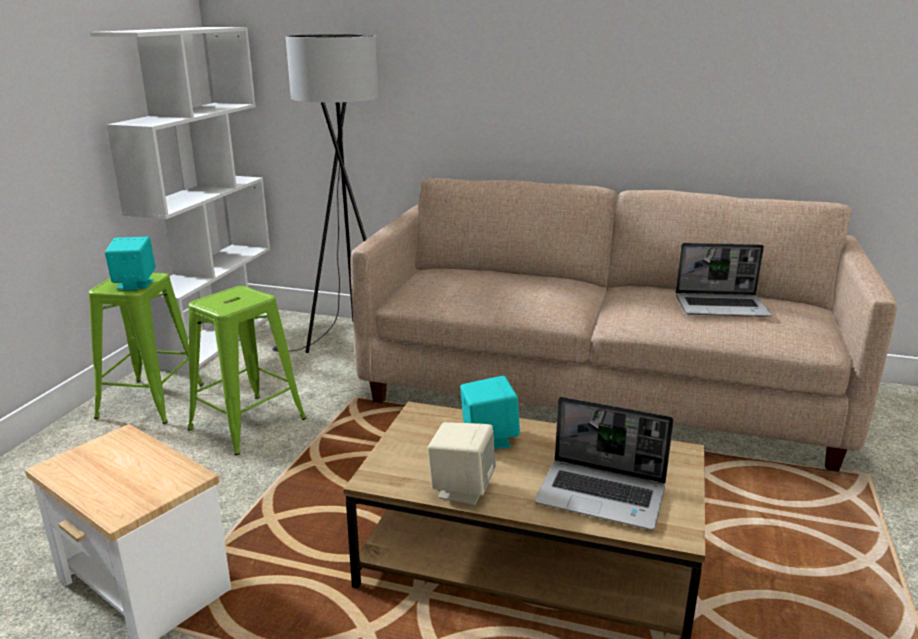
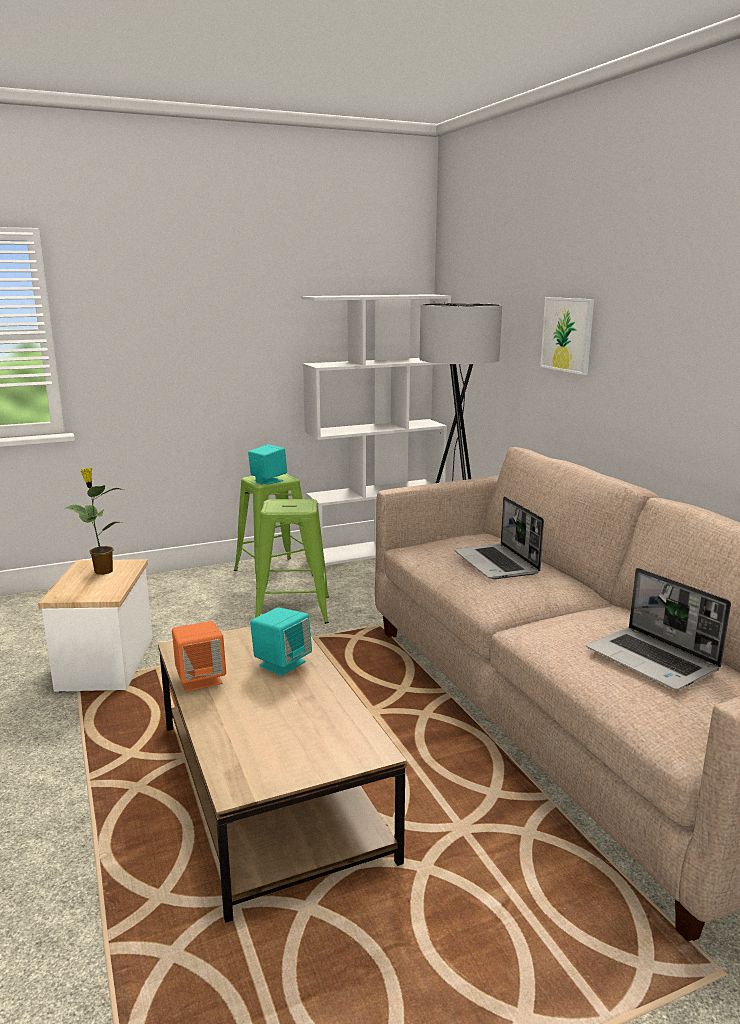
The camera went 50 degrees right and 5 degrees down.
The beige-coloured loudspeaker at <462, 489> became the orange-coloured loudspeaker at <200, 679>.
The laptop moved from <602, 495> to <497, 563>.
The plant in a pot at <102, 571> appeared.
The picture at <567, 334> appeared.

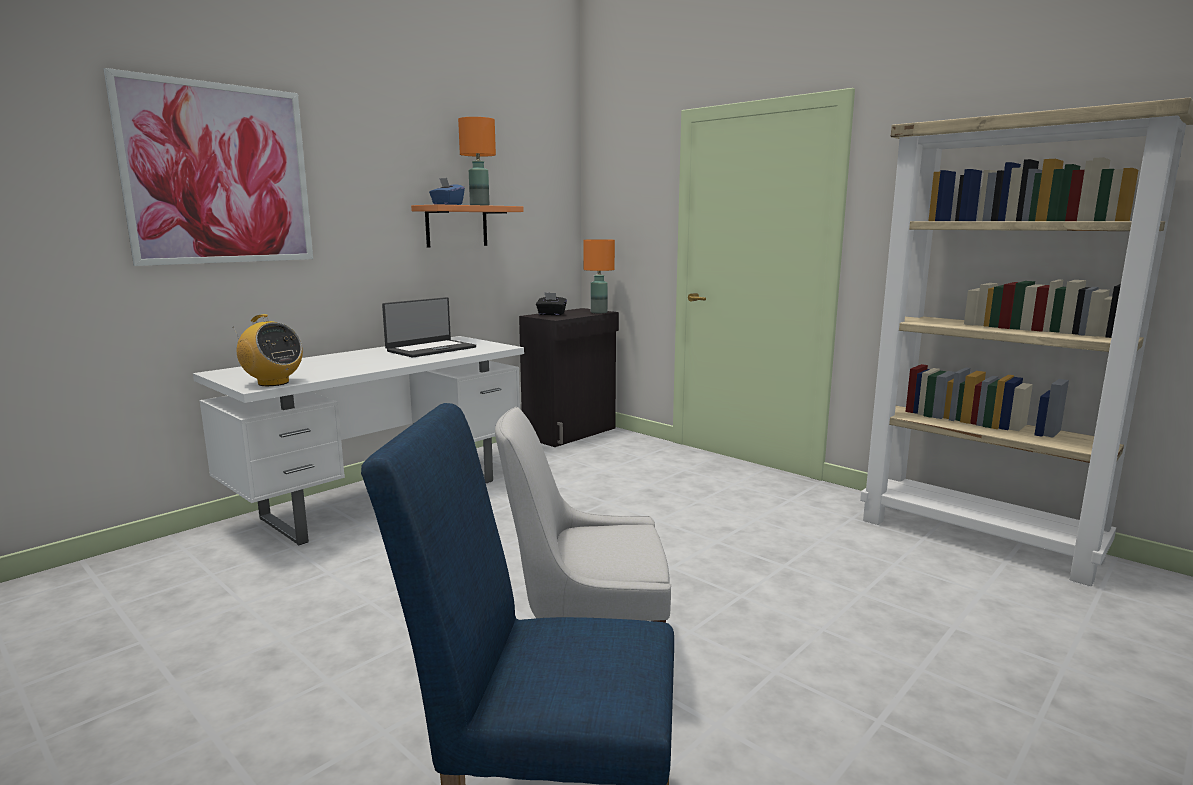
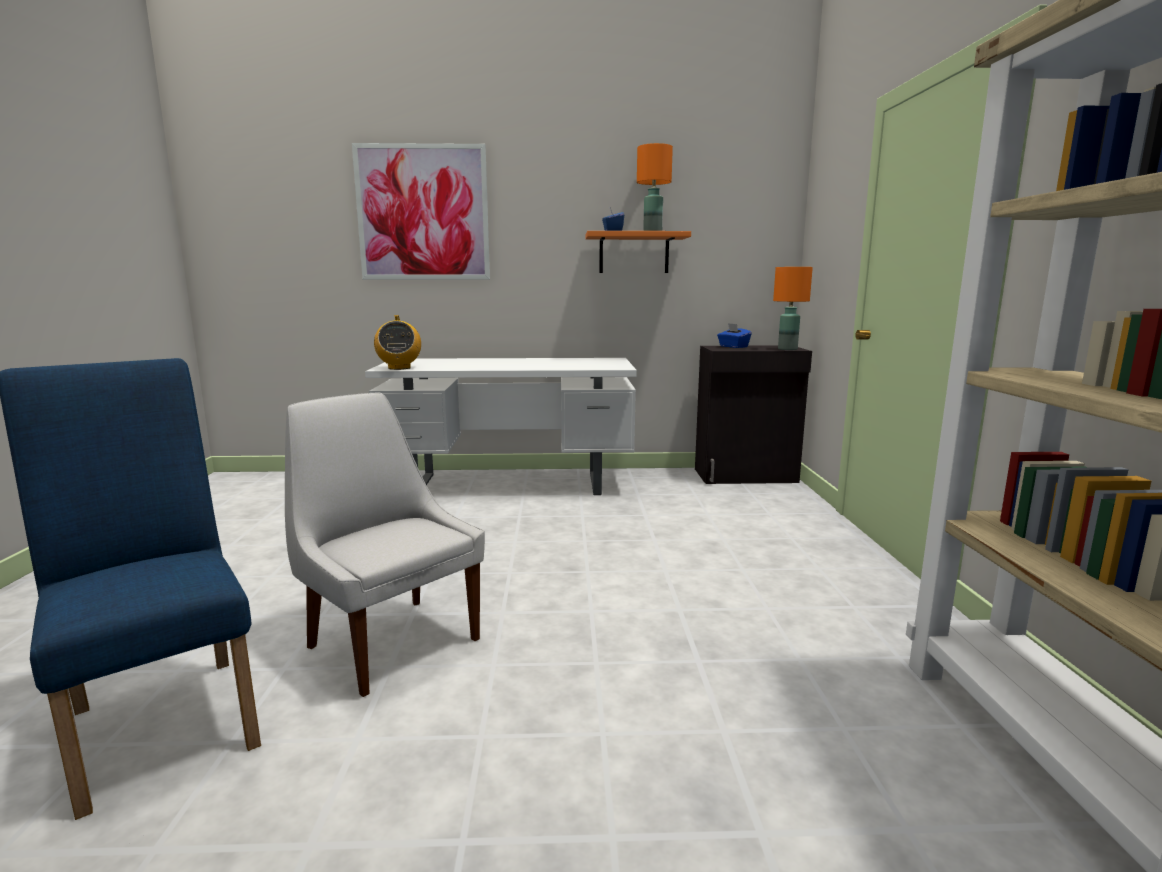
The camera went 45 degrees right and 0 degrees up.
The laptop at <430, 349> disappeared.
The black-coloured box of tissues at <551, 314> became the bluish box of tissues at <733, 347>.

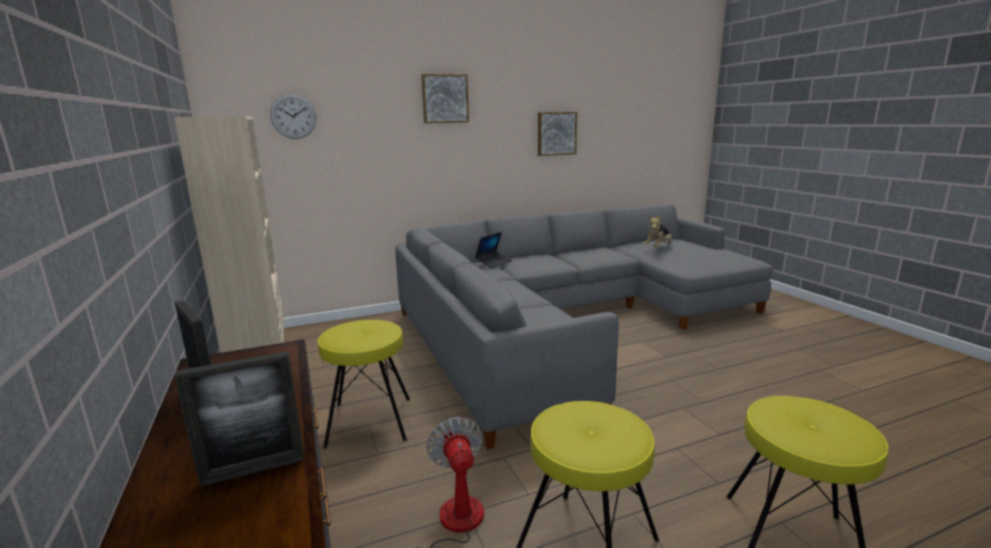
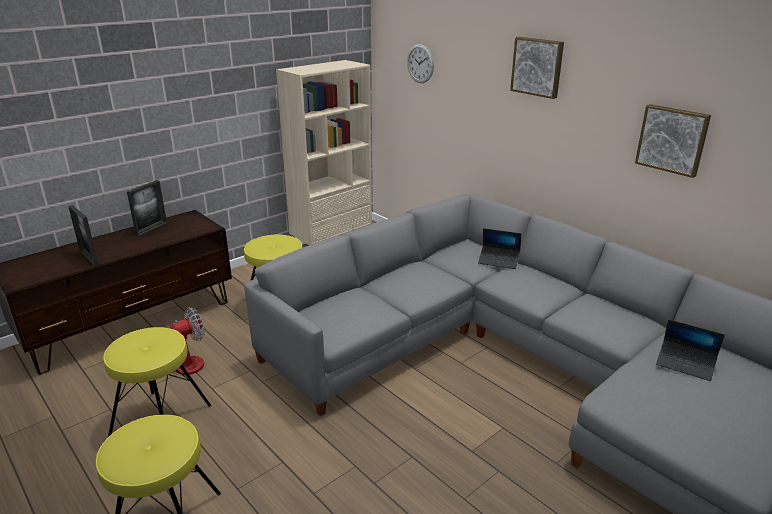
The camera went 70 degrees right and 10 degrees up.
The cuddly toy at <658, 248> was replaced by the laptop at <685, 364>.

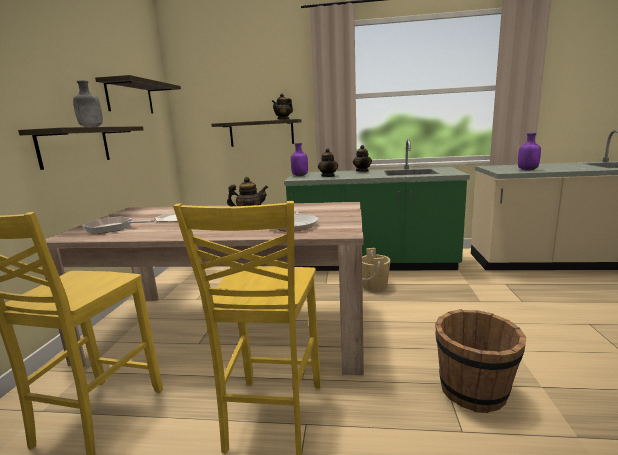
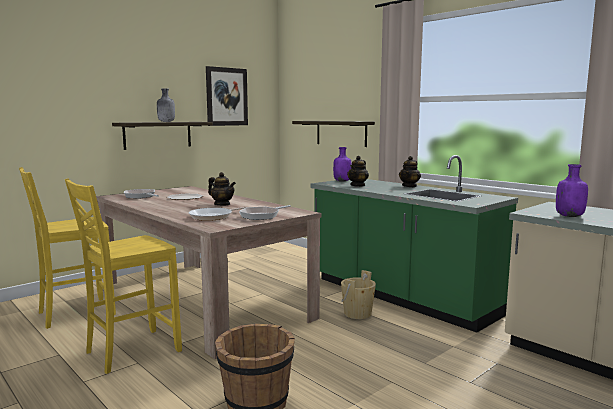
The camera went 40 degrees right and 5 degrees down.
The shelf at <130, 98> was replaced by the picture at <226, 96>.
The pot for tea at <283, 119> disappeared.
The skillet at <262, 216> appeared.

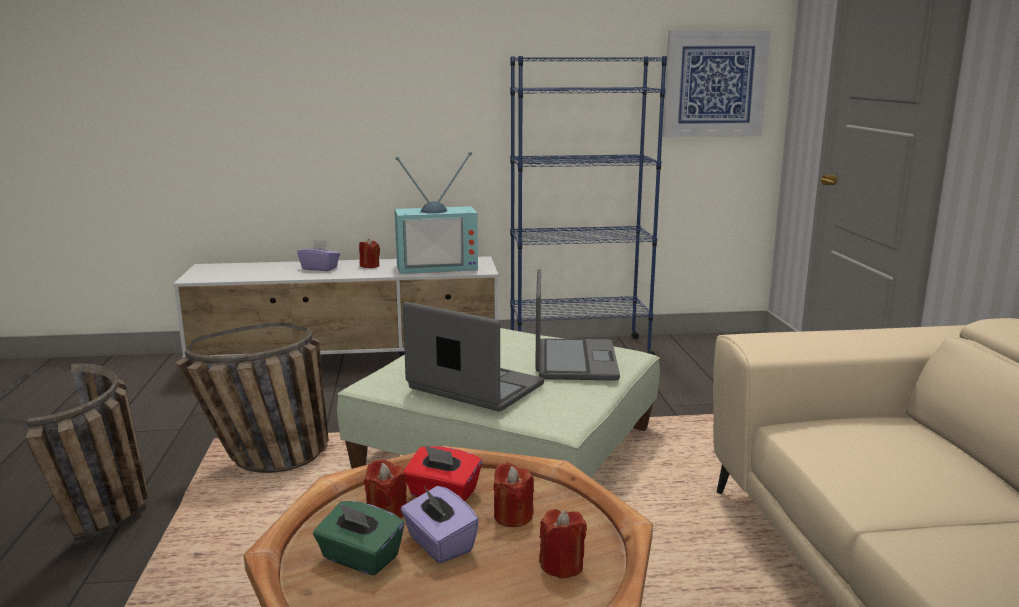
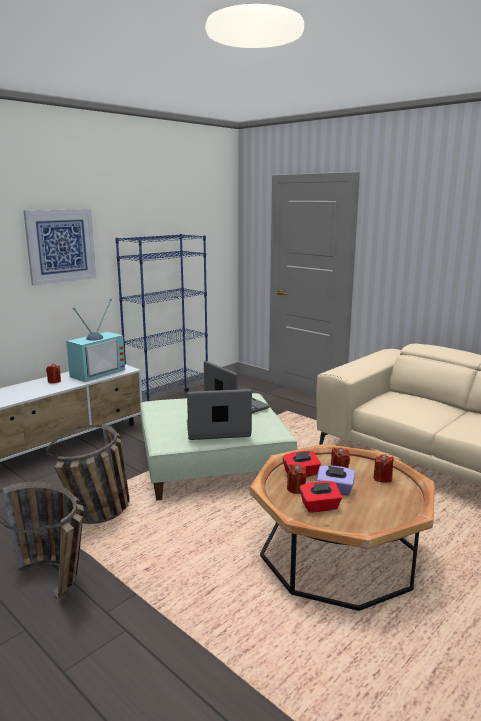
The camera went 40 degrees left and 0 degrees up.
The purplish box of tissues at <320, 268> disappeared.
The greenish box of tissues at <360, 558> became the reddish box of tissues at <320, 507>.
The picture moved from <715, 84> to <61, 246>.

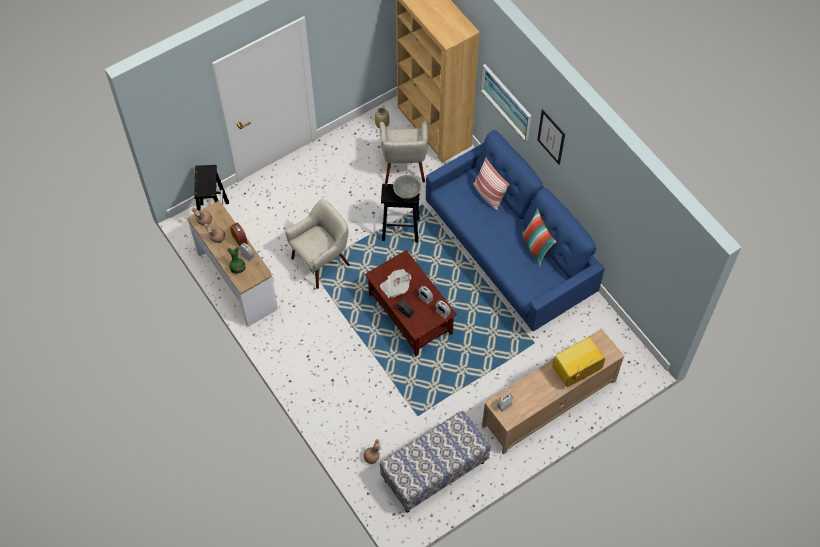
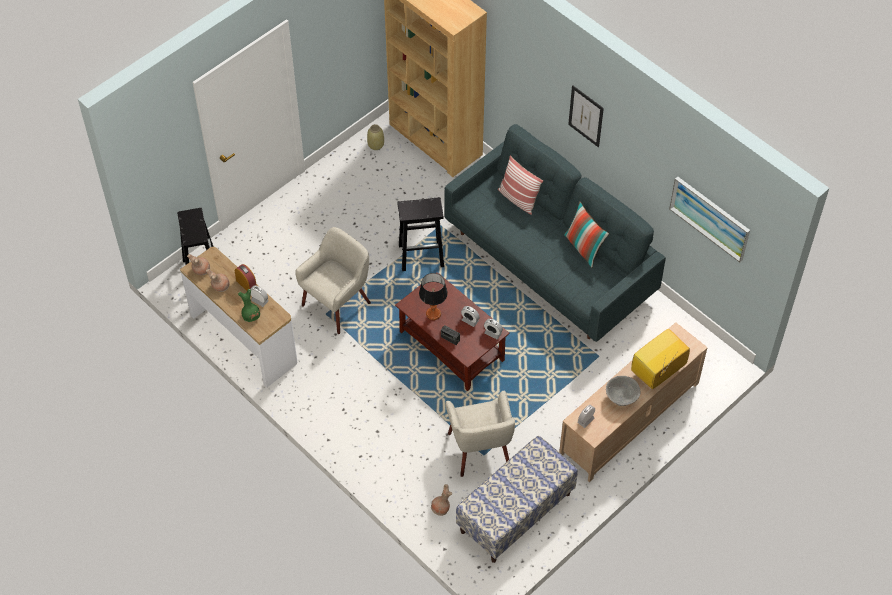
The camera went 10 degrees left and 5 degrees down.
The beige-coloured armchair moved from <404, 166> to <480, 450>.
The daily paper at <395, 287> was replaced by the tabletop lamp at <433, 314>.
The gray bowl moved from <407, 193> to <621, 398>.
The bluish sofa at <509, 252> became the gray sofa at <550, 263>.
The picture moved from <506, 101> to <710, 218>.

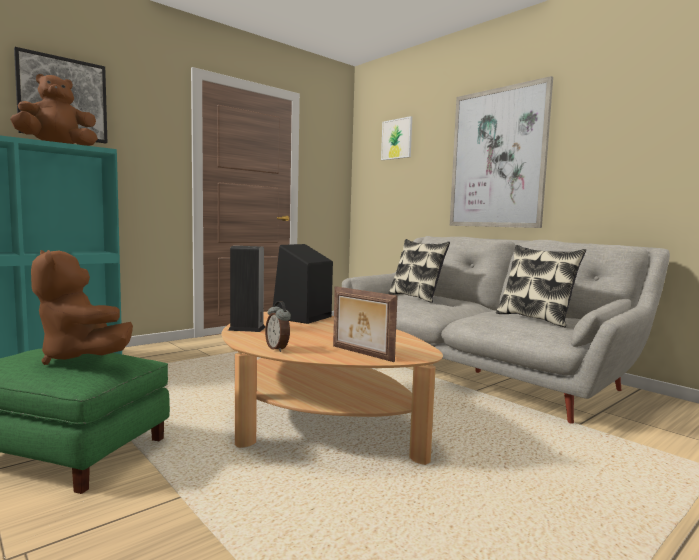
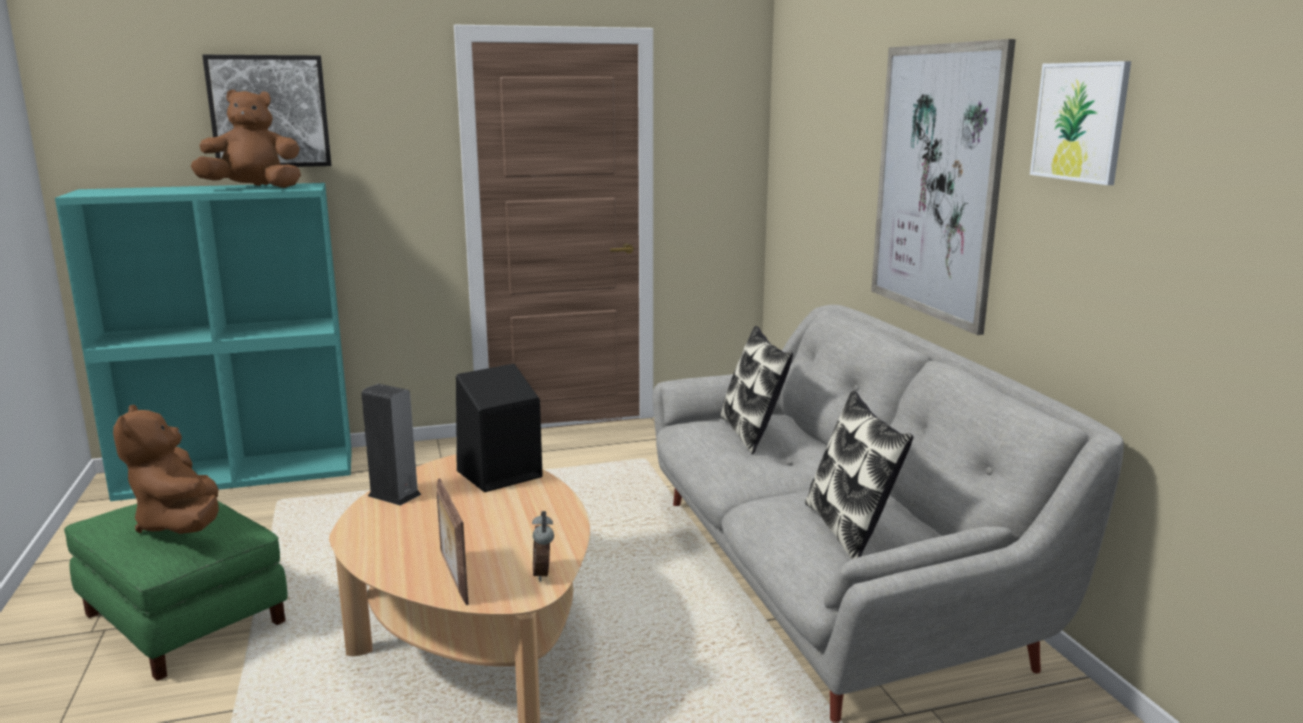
The camera went 25 degrees right and 10 degrees up.
The bedside clock moved from <278, 349> to <543, 573>.
The picture moved from <397, 139> to <1079, 122>.

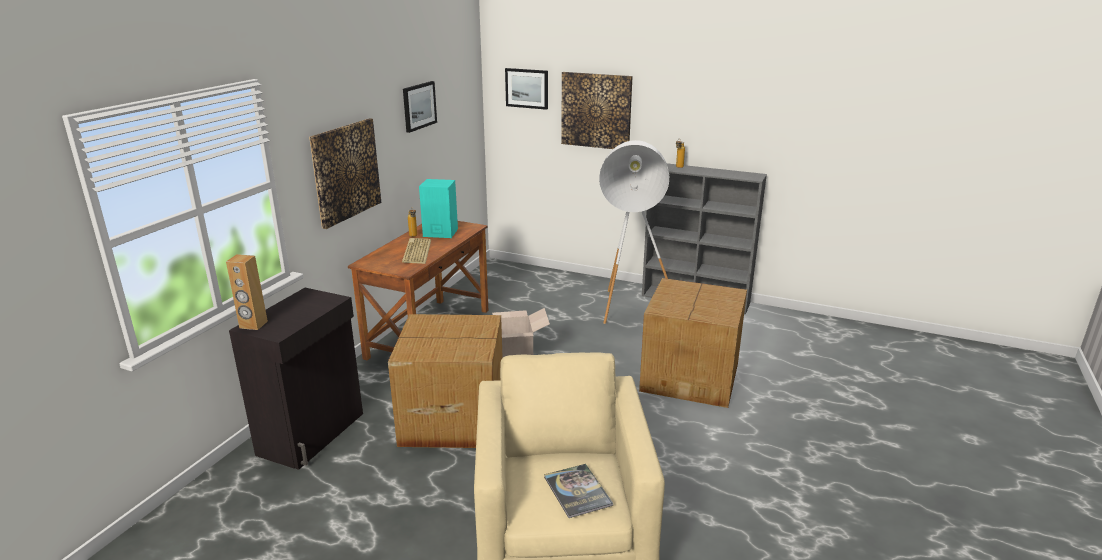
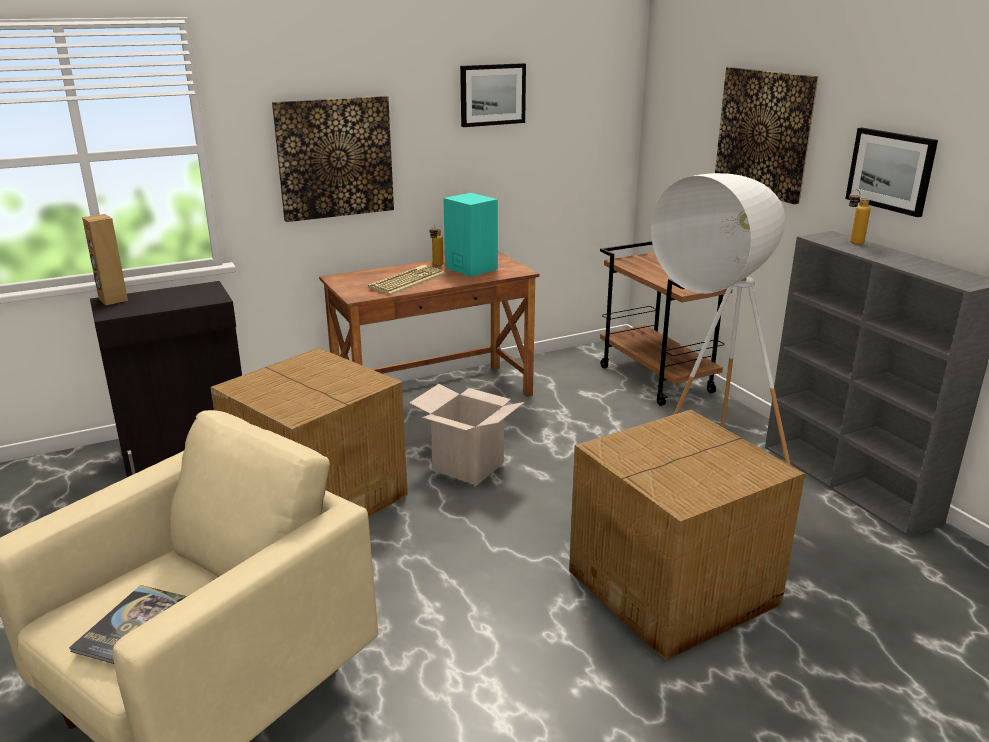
The camera went 40 degrees right and 0 degrees up.
The picture moved from <527, 88> to <891, 170>.
The brown-coloured wheeled cart at <657, 380> appeared.

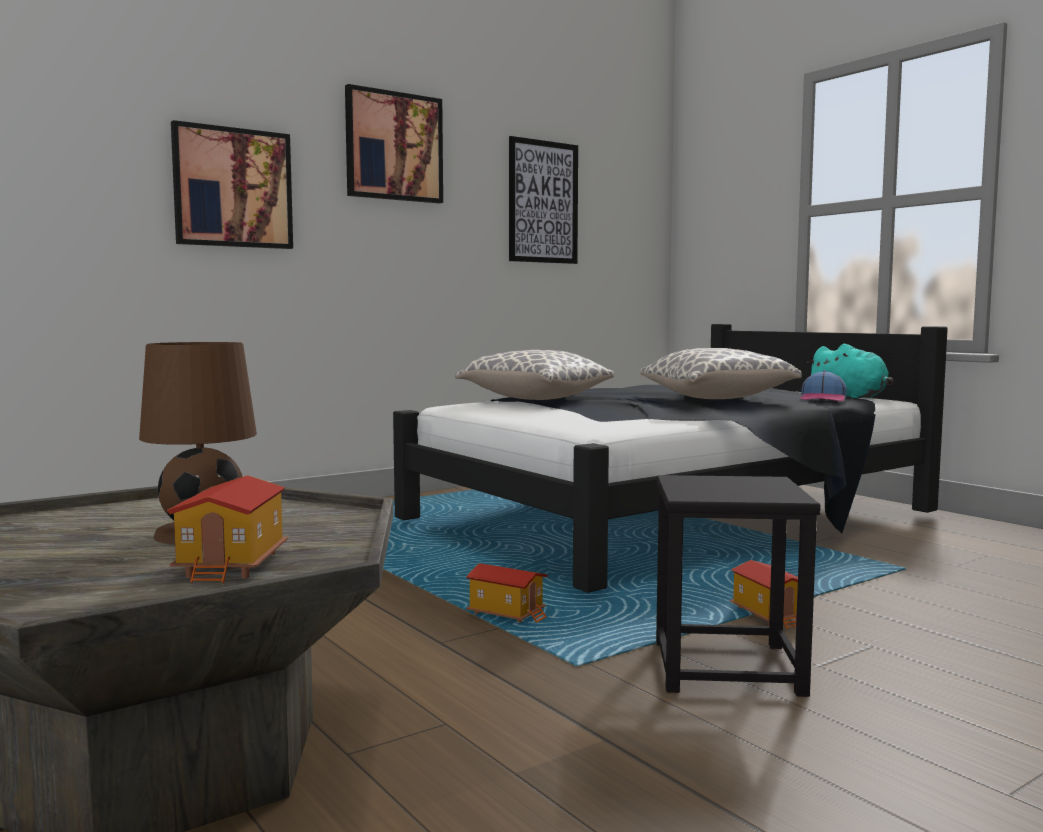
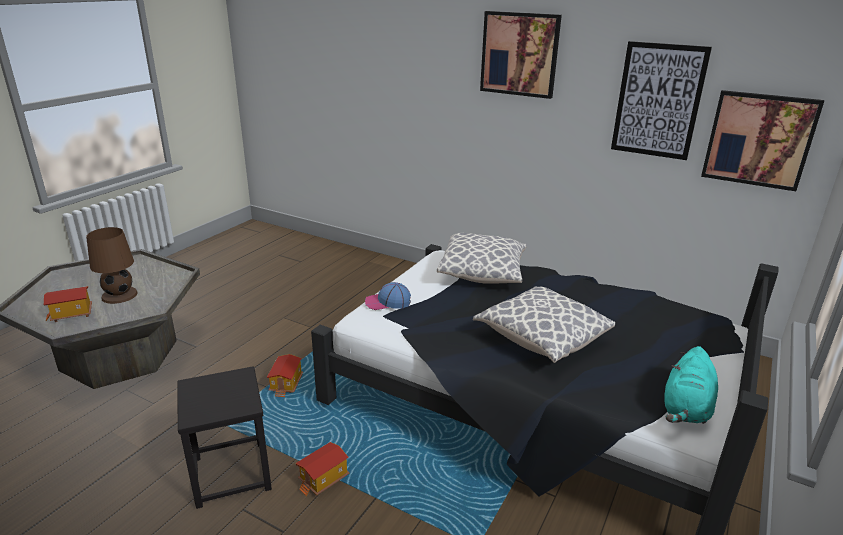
The camera went 65 degrees right and 20 degrees up.
The picture moved from <233, 188> to <759, 140>.
The baseball cap moved from <823, 399> to <387, 302>.

